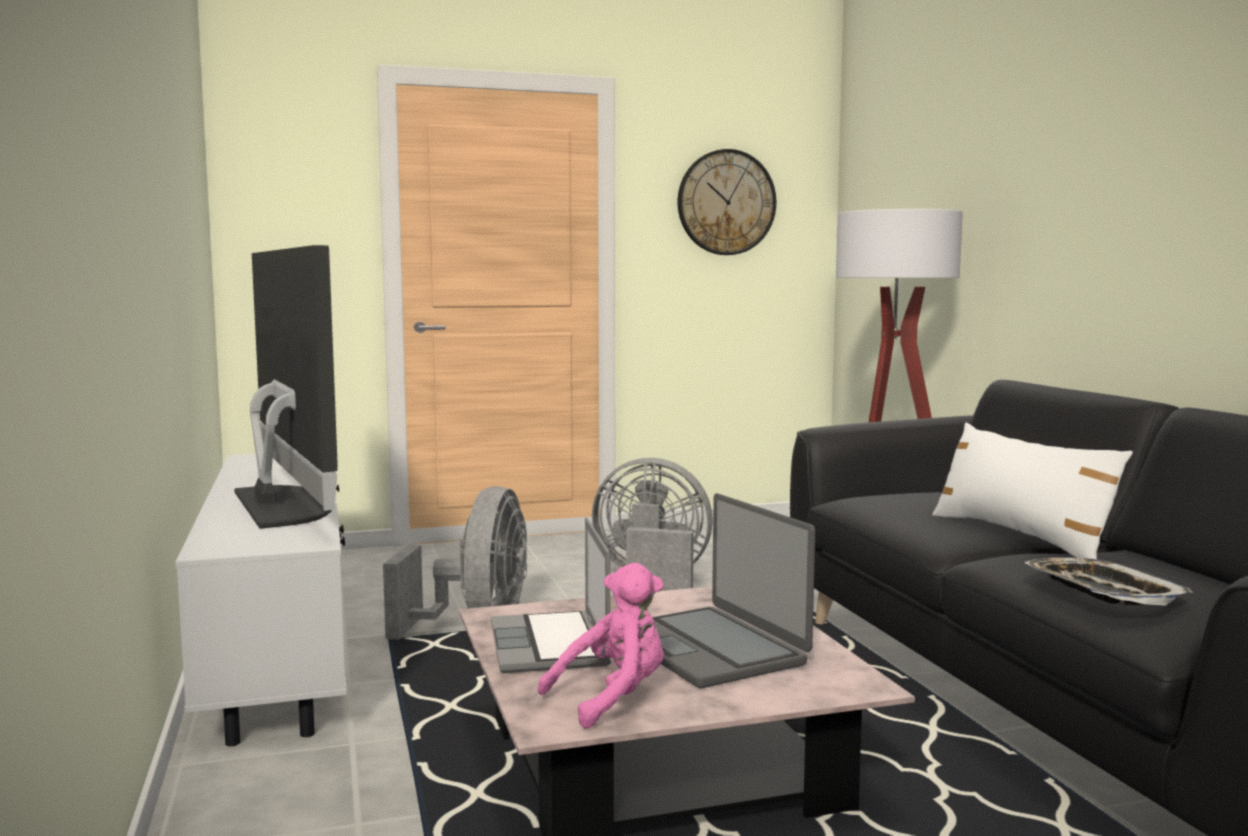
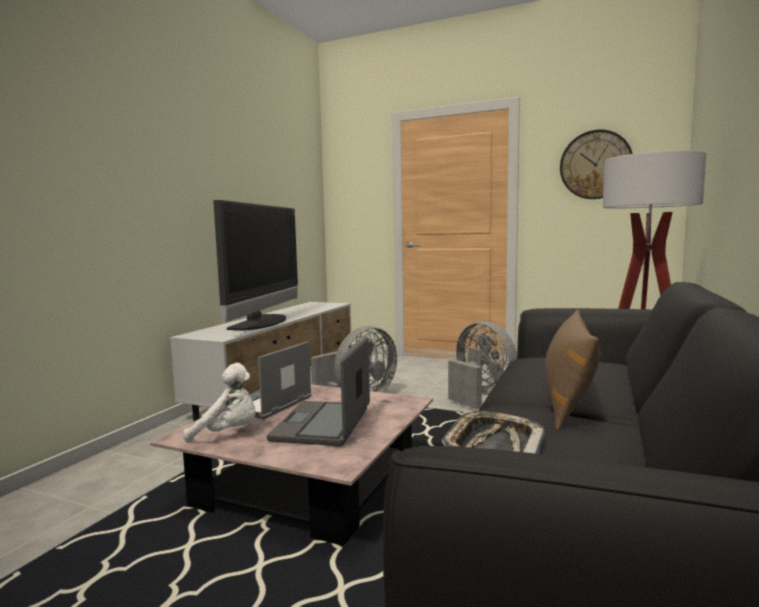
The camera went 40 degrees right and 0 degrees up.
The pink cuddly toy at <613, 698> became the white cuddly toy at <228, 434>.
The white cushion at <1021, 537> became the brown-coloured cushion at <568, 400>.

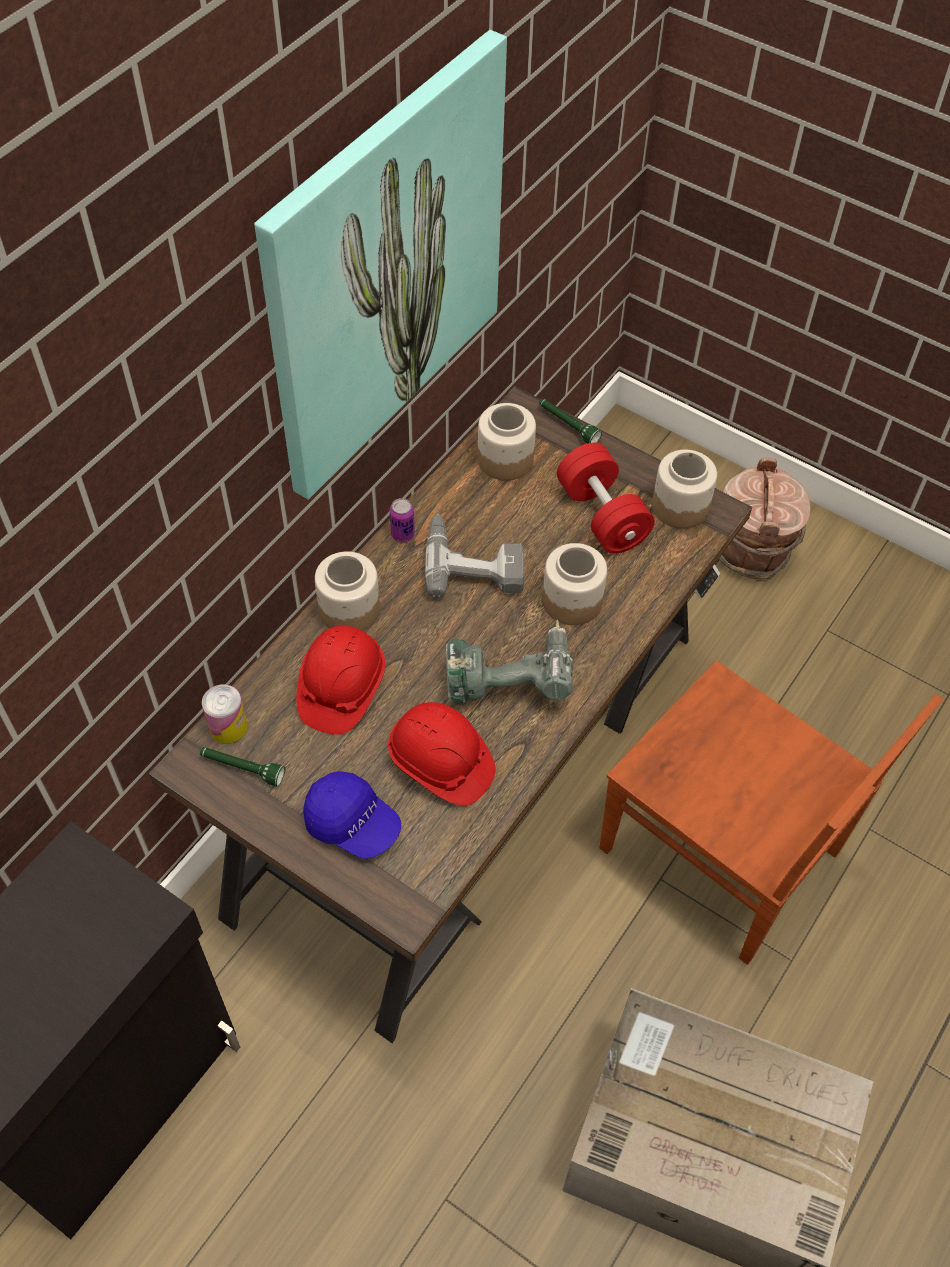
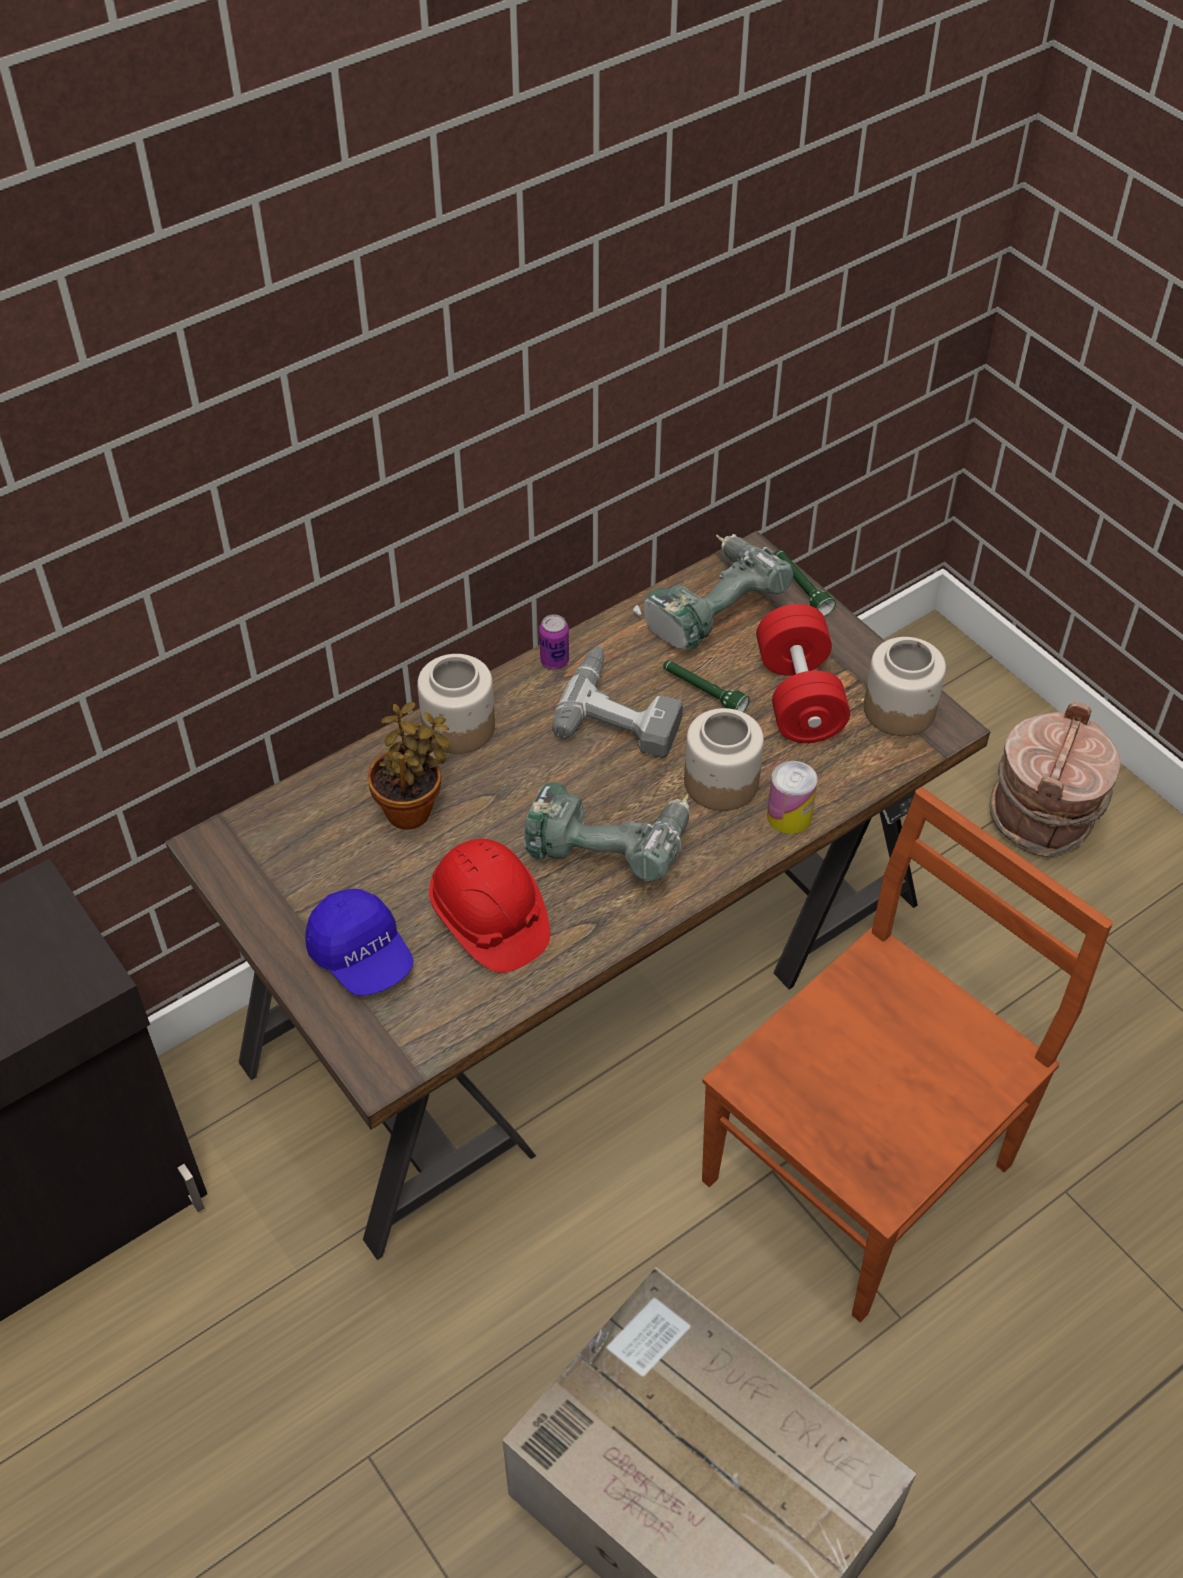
The camera went 20 degrees right and 5 degrees down.
The greenish torch moved from <242, 769> to <703, 693>.
The metal can moved from <228, 727> to <789, 816>.
The picture at <384, 269> disappeared.
The reddish work helmet at <341, 689> was replaced by the plant in a pot at <412, 808>.
The storage jar at <504, 460> was replaced by the electric drill at <708, 608>.
The brown-coloured plain chair at <724, 855> turned 105 degrees counterclockwise.

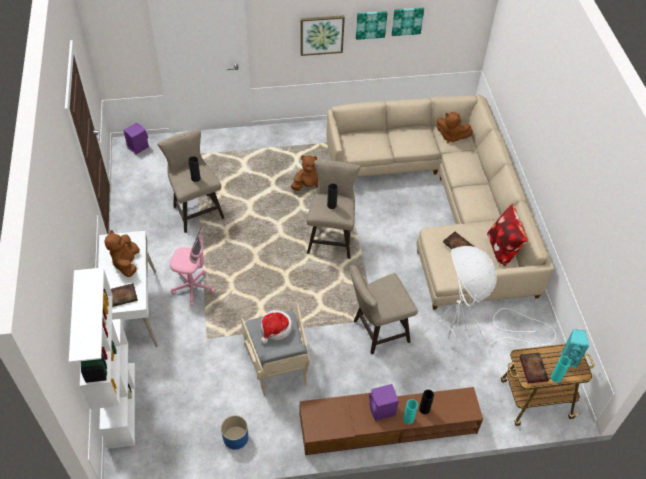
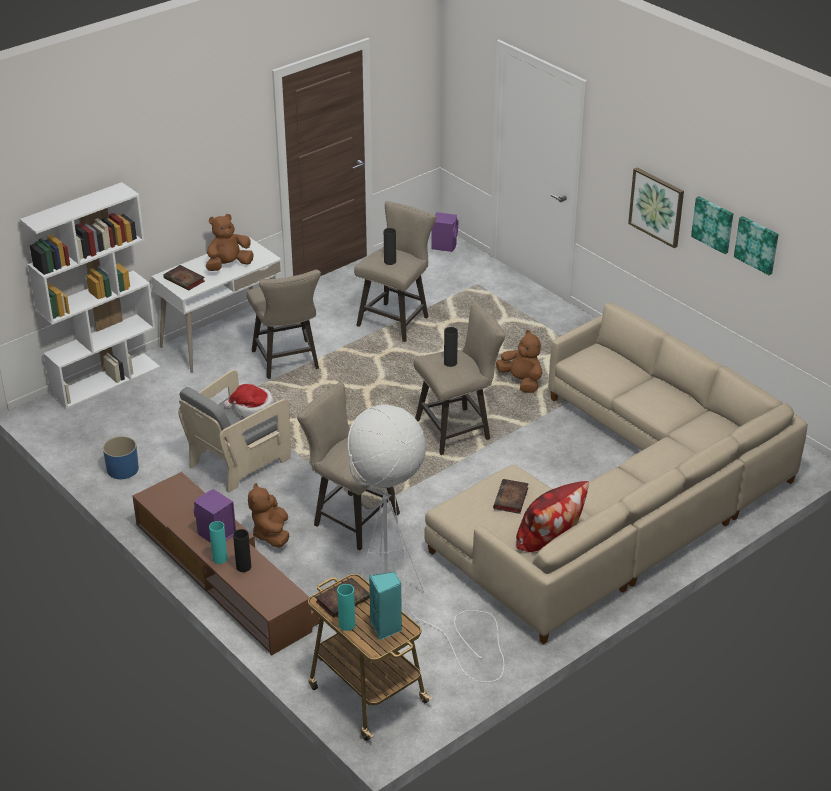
The camera went 60 degrees right and 15 degrees down.
The pink computer chair at <193, 287> was replaced by the beige-coloured stool seat at <288, 362>.
The brown-coloured cuddly toy moved from <451, 136> to <271, 534>.

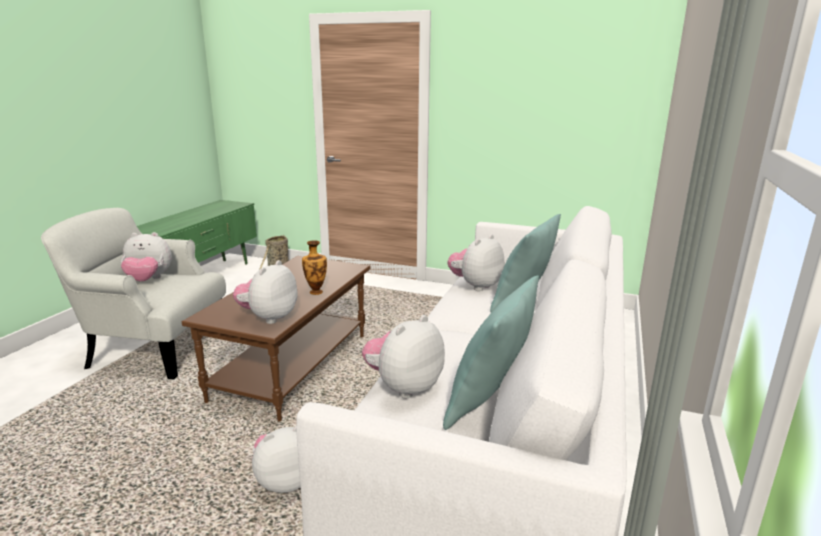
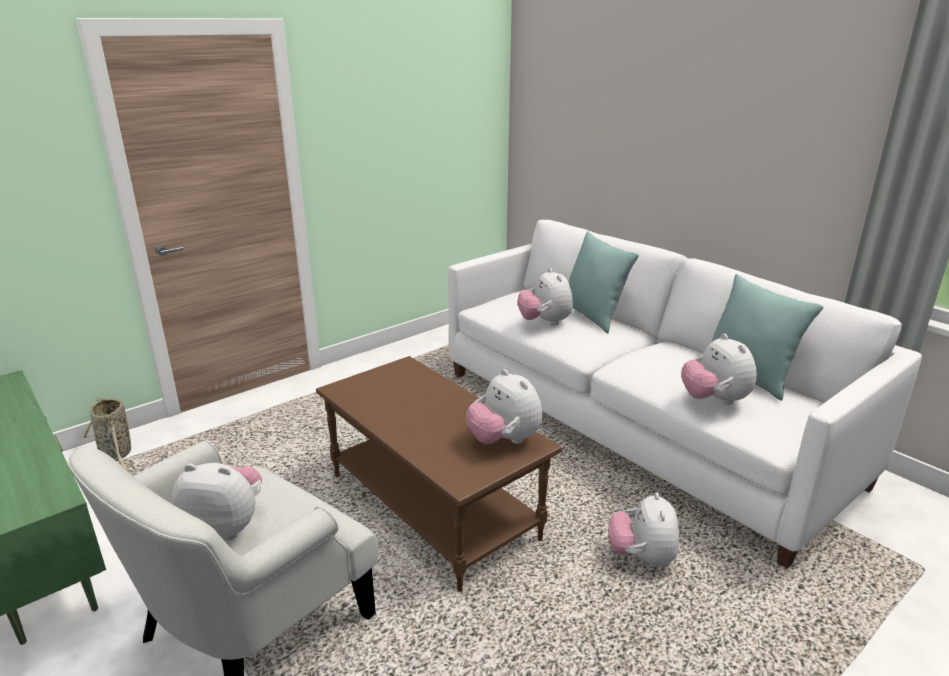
The camera went 60 degrees left and 5 degrees up.
The cuddly toy at <149, 280> turned 105 degrees counterclockwise.
The flower vase at <316, 291> disappeared.

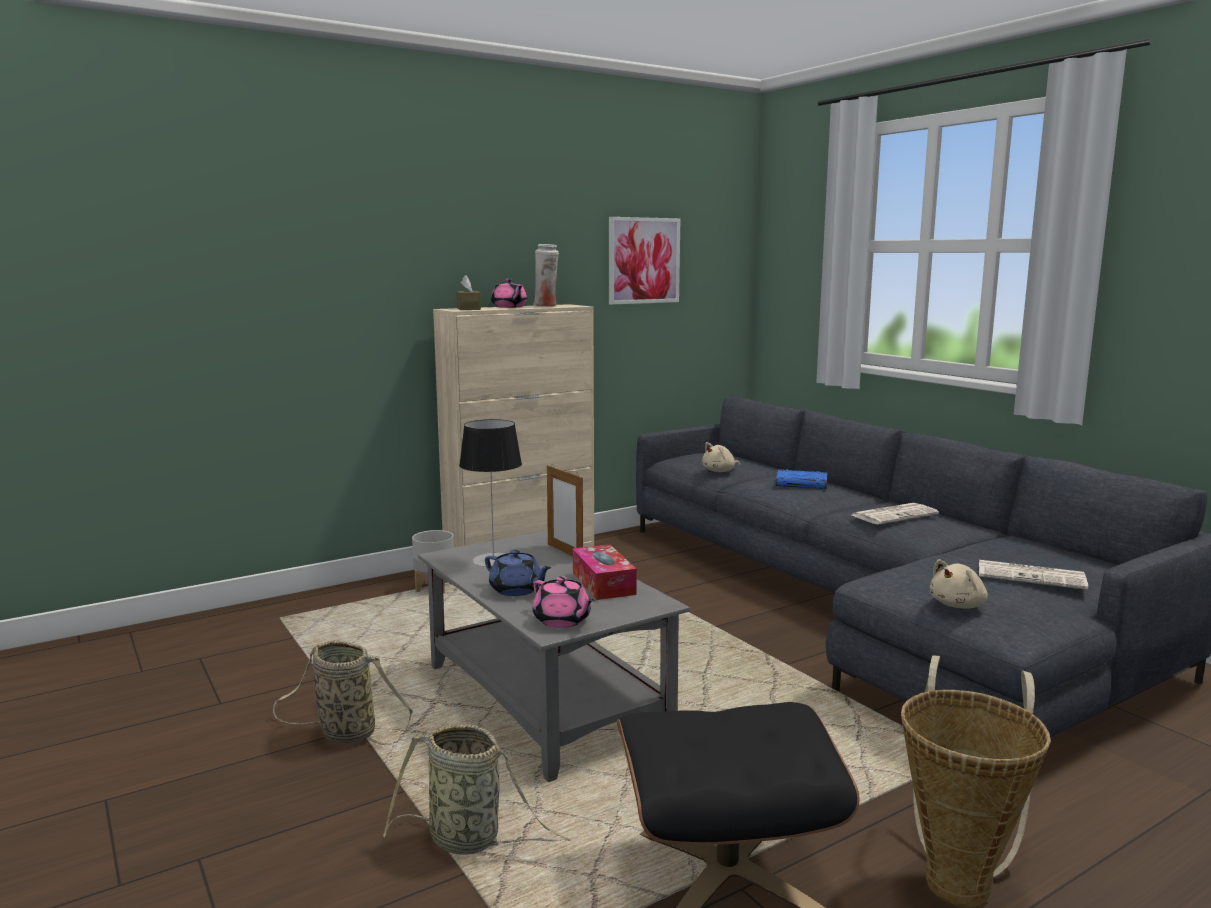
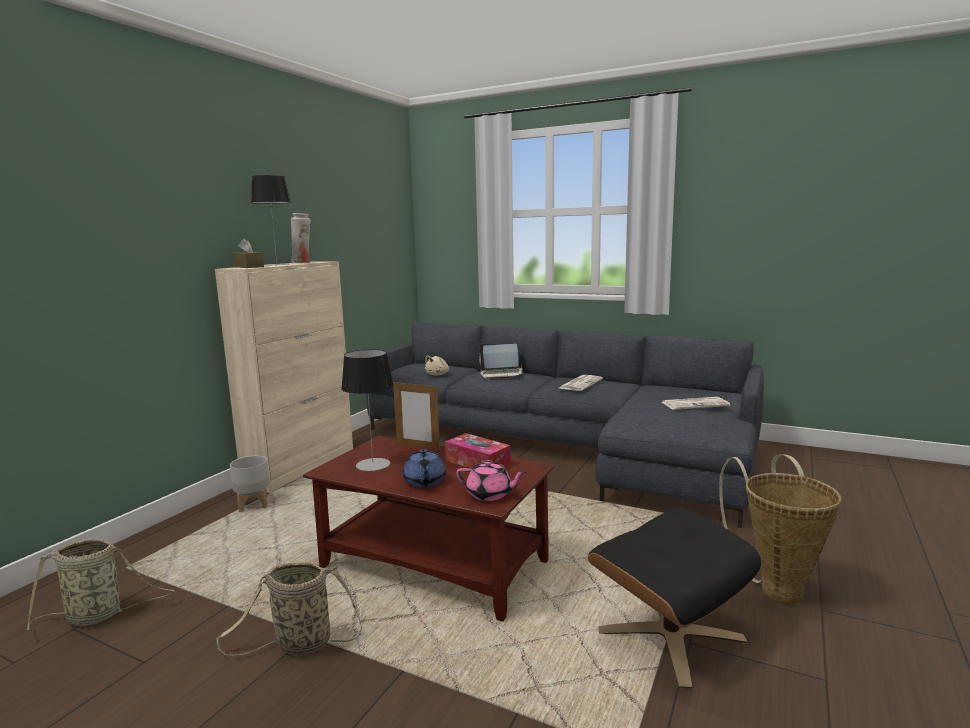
The camera went 30 degrees left and 0 degrees up.
The household basket moved from <470, 840> to <99, 615>.
The gray low table at <547, 701> became the brown-coloured low table at <436, 564>.
The bluish pot for tea at <516, 590> turned 75 degrees clockwise.
The pink pot for tea at <509, 307> was replaced by the tabletop lamp at <277, 264>.
The picture at <643, 260> disappeared.
The bluish bound book at <802, 484> was replaced by the laptop at <501, 374>.
The beige-coloured cuddly toy at <959, 605> disappeared.

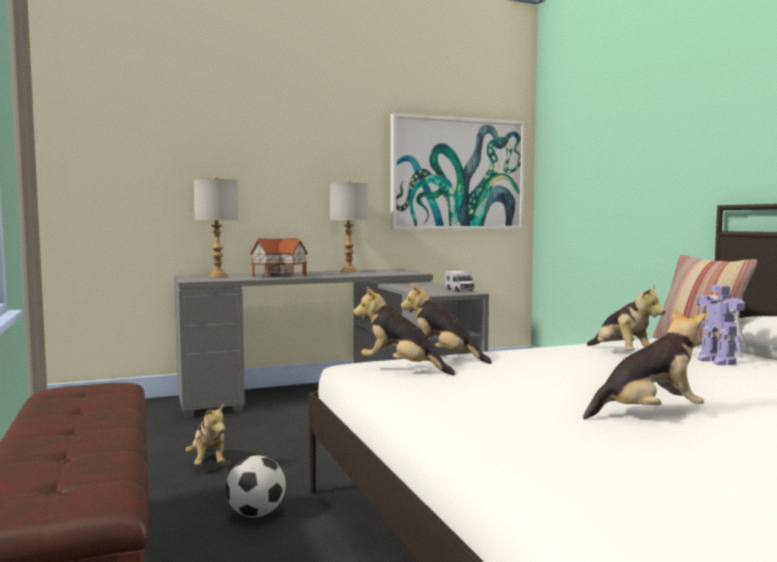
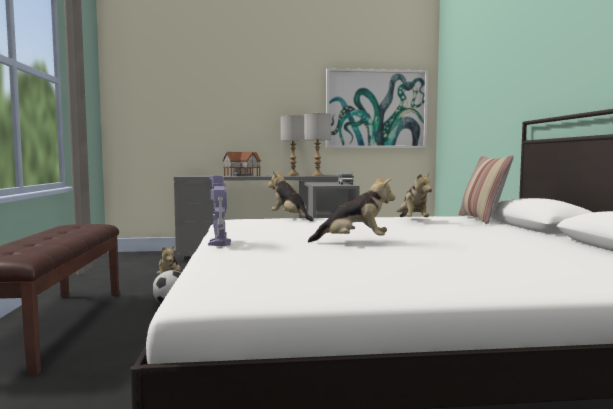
The camera went 15 degrees right and 0 degrees up.
The gray tabletop lamp moved from <218, 276> to <317, 175>.
The cuddly toy at <401, 368> disappeared.
The model robot moved from <717, 361> to <219, 243>.

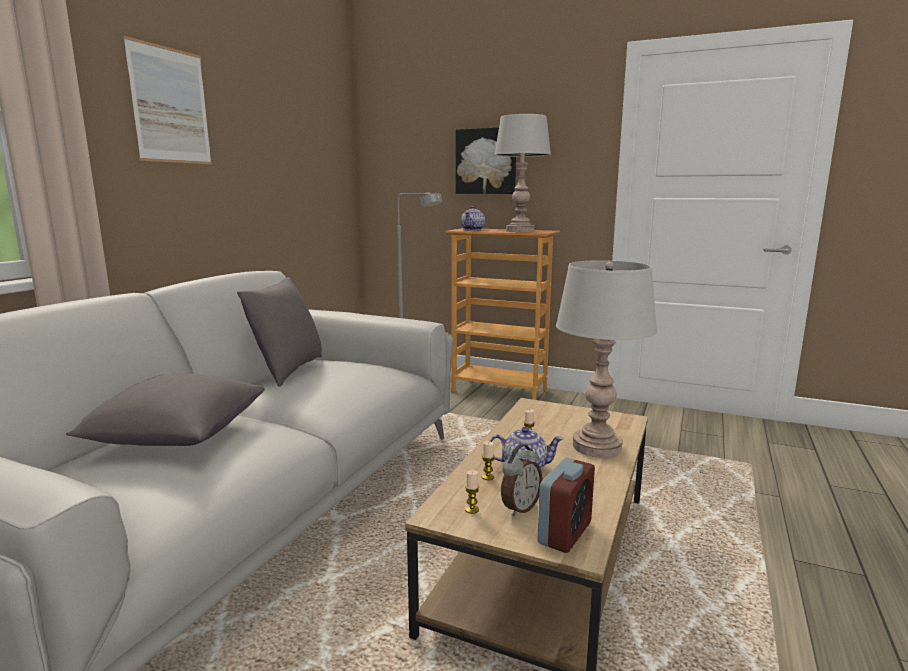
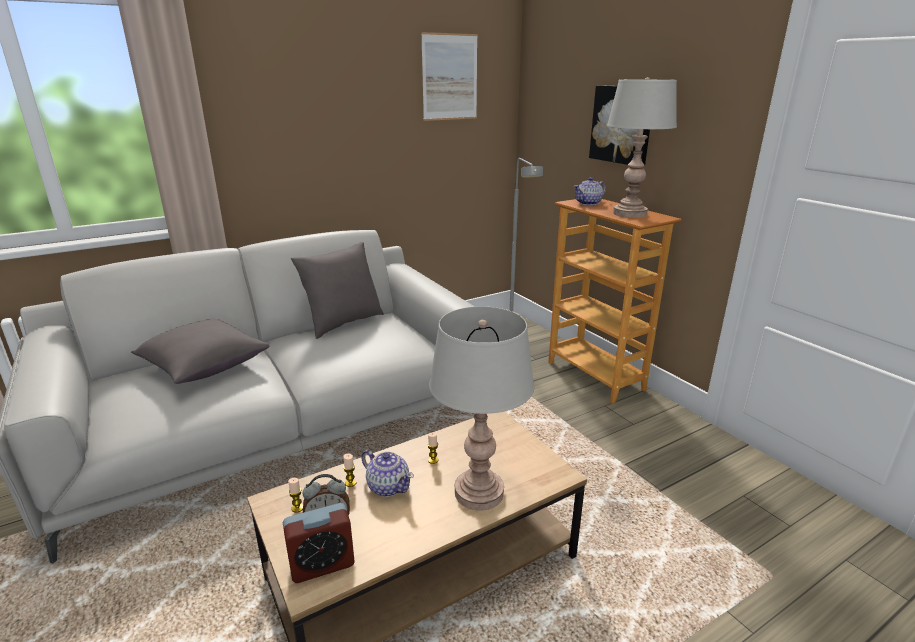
The camera went 35 degrees right and 10 degrees up.
The picture moved from <170, 106> to <450, 77>.

